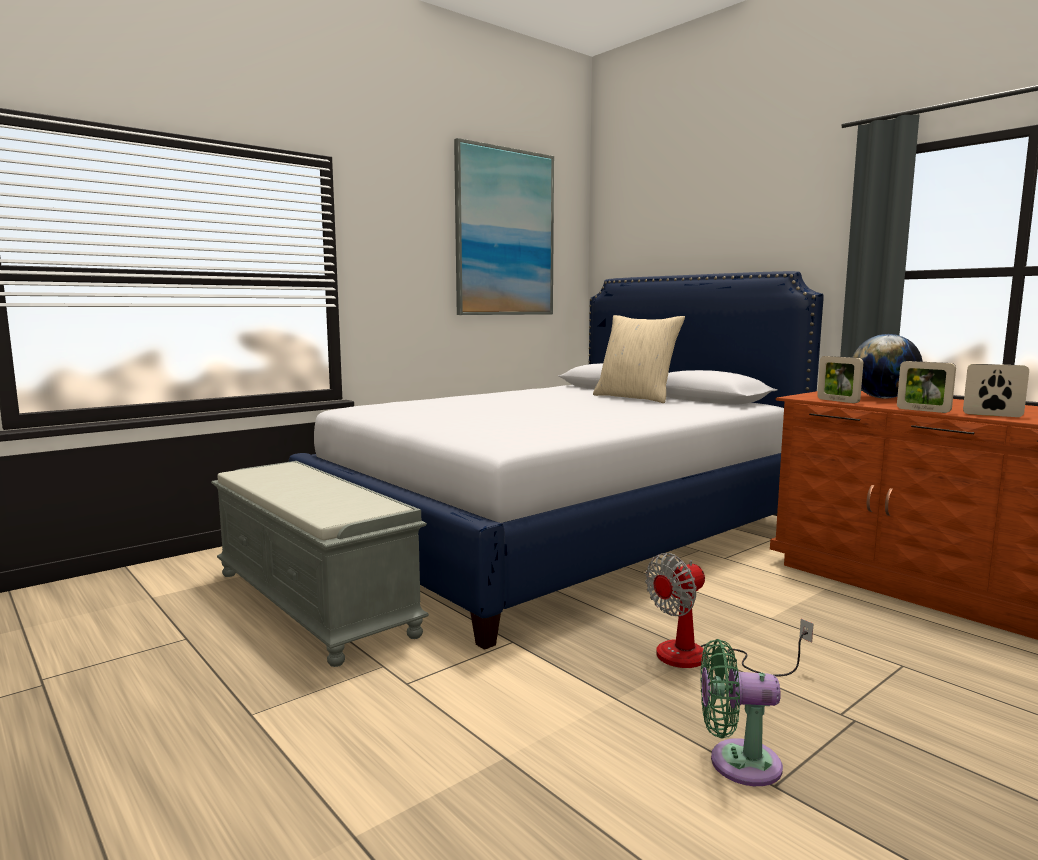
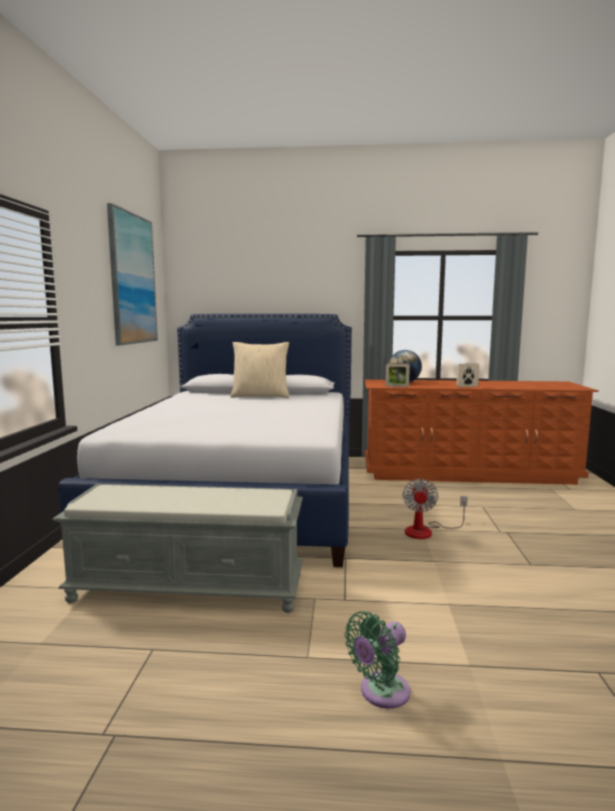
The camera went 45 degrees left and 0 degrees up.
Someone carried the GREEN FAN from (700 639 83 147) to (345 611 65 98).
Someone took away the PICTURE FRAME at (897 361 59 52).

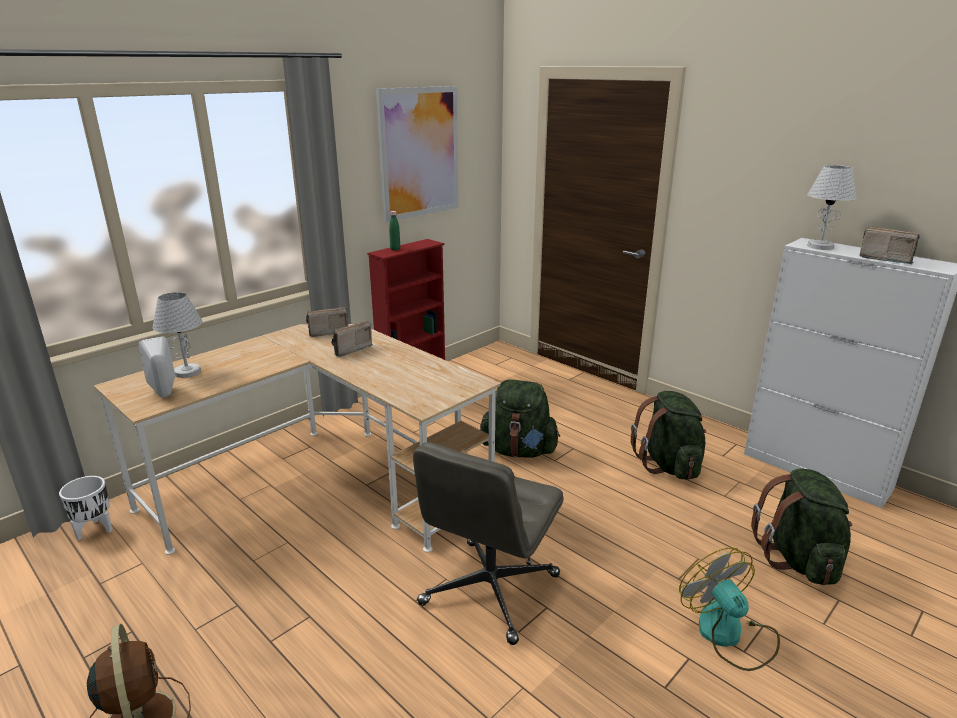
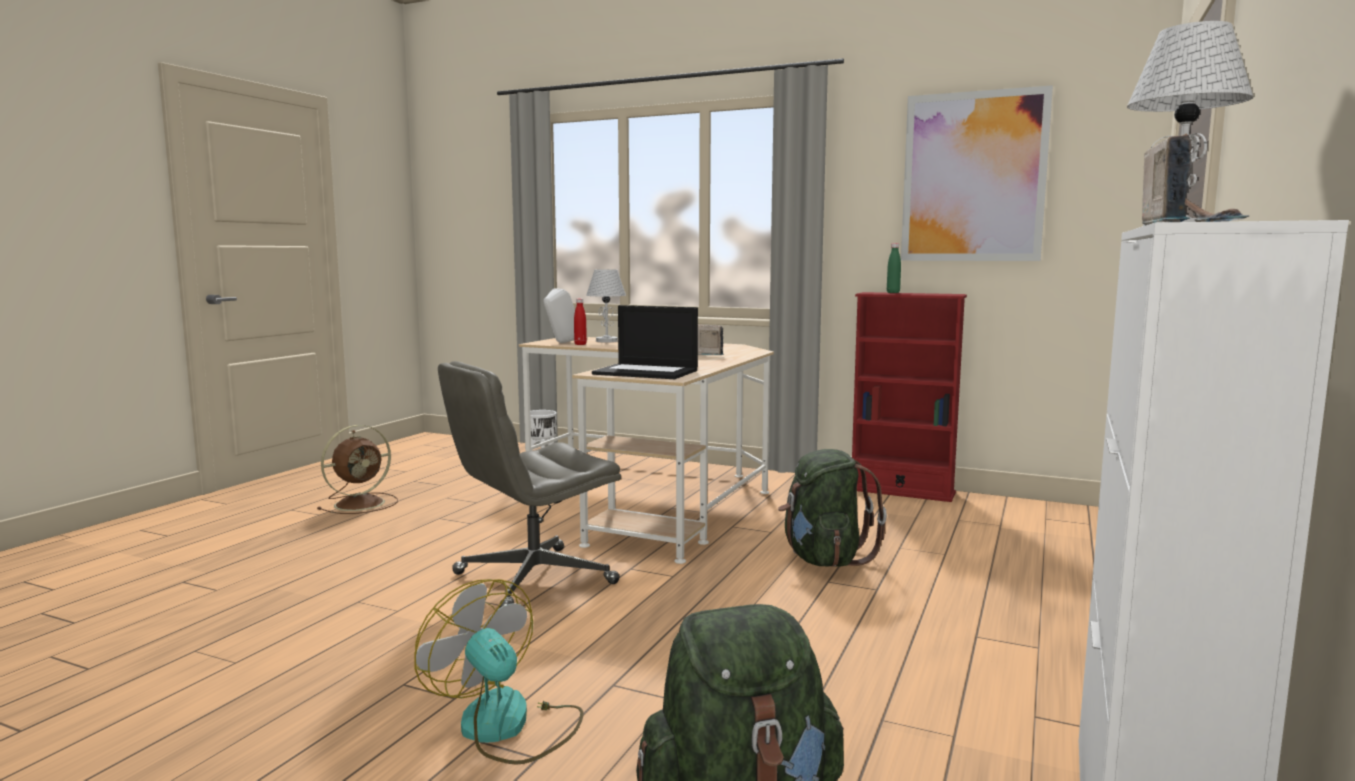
The camera went 70 degrees right and 15 degrees down.
Someone rotated the FAN at (679 547 101 124) by 90 degrees counterclockwise.
Someone rotated the GREY OFFICE CHAIR at (413 442 151 203) by 45 degrees counterclockwise.
Someone put down the RED BOTTLE at (574 298 13 47).
Someone put down the LAPTOP at (592 305 106 74).
Someone took away the RADIO at (306 308 42 29).
Someone took away the GREEN BACKPACK at (631 391 75 89).

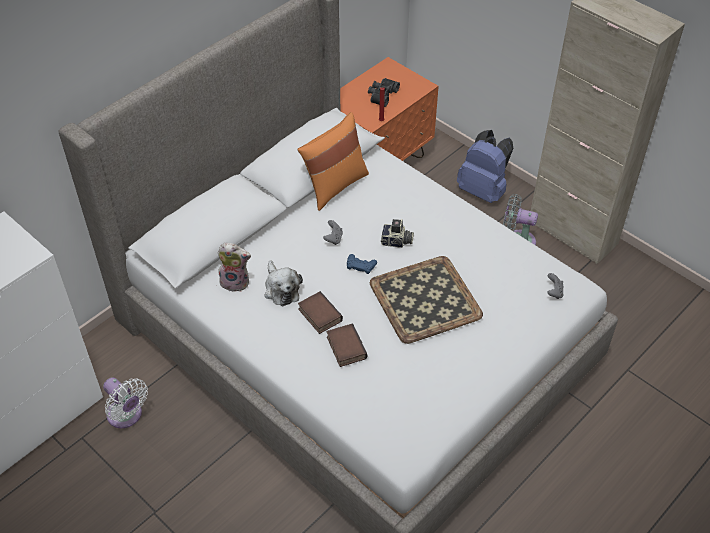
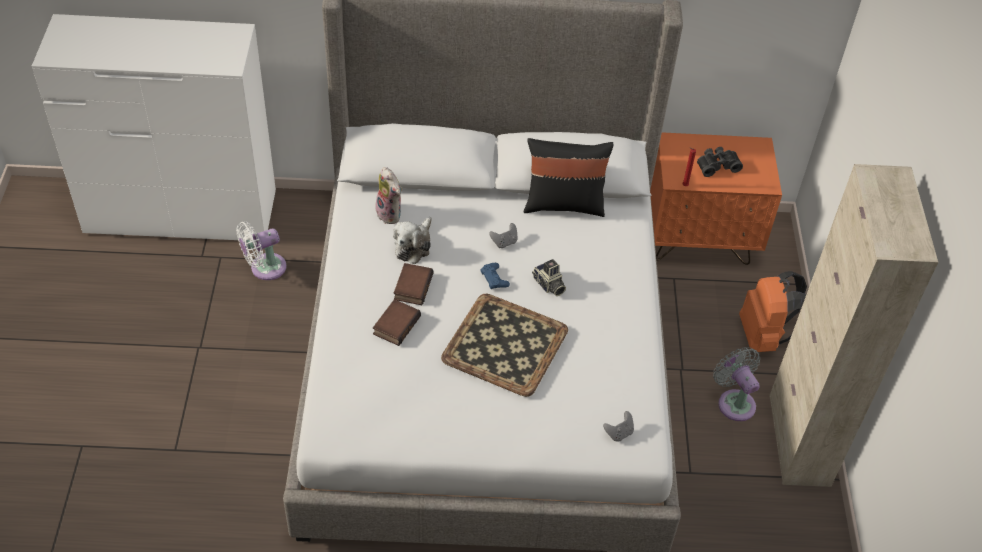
The camera went 45 degrees right and 0 degrees up.
Someone rotated the WHITE FAN at (103 378 45 50) by 60 degrees clockwise.
Someone repainted the ORANGE PILLOW at (297 112 72 99), which became the BLACK PILLOW at (524 138 89 79).
Someone repainted the BLUE BACKPACK at (457 130 57 73), which became the ORANGE BACKPACK at (739 271 68 81).

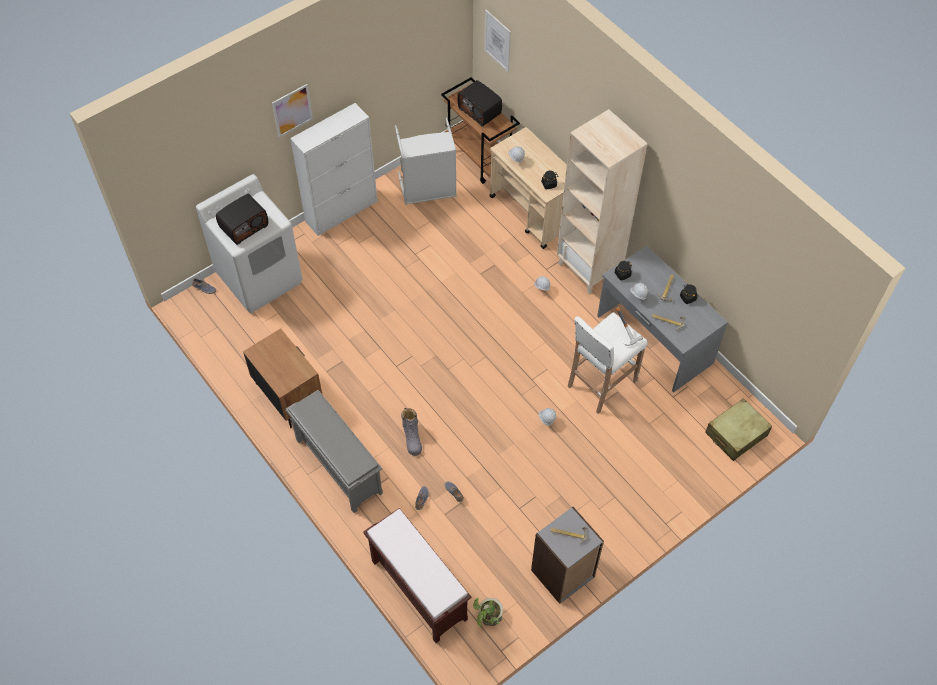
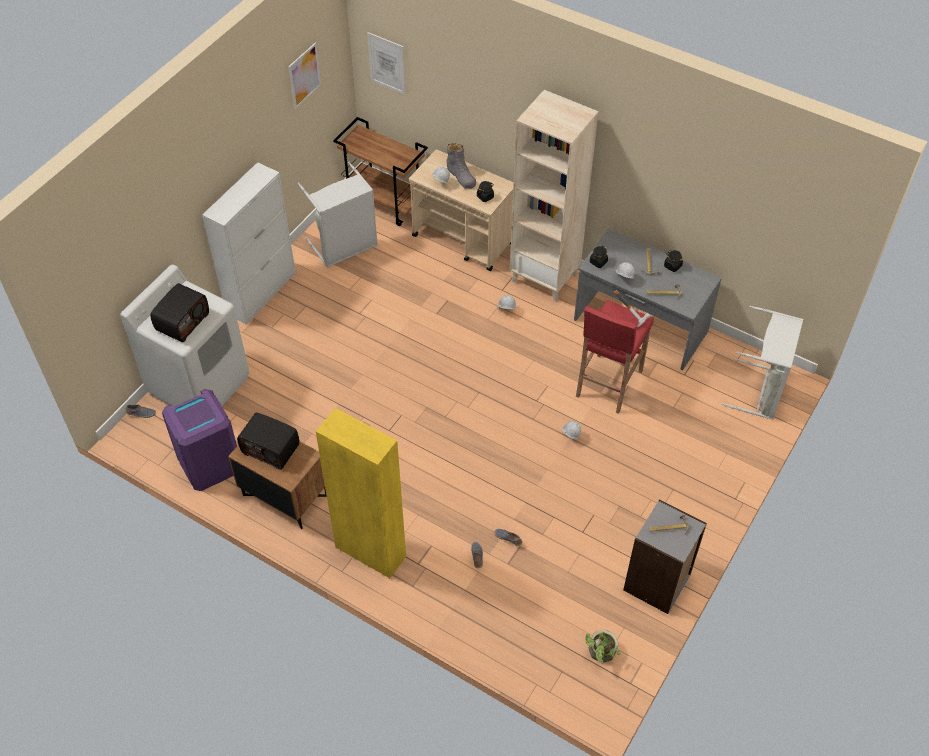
The camera went 20 degrees left and 5 degrees down.
Someone put down the PURPLE TRASH CAN at (162 389 75 102).
Someone carried the RADIO from (458 80 44 47) to (237 412 62 58).
Someone carried the PICTURE from (272 84 41 53) to (288 43 33 66).
Someone swapped the GREY SHOE RACK at (286 390 97 123) for the YELLOW CABINET at (316 408 90 171).
Someone carried the GREY BOOT from (401 408 21 48) to (446 143 30 46).
Someone repainted the WHITE STOOL at (567 312 81 102), which became the RED STOOL at (576 300 78 114).
Someone swapped the BEIGE SUITCASE at (705 398 67 63) for the GREY LAUNDRY BASKET at (721 306 82 114).
Someone took away the BROWN BENCH at (364 508 108 135).

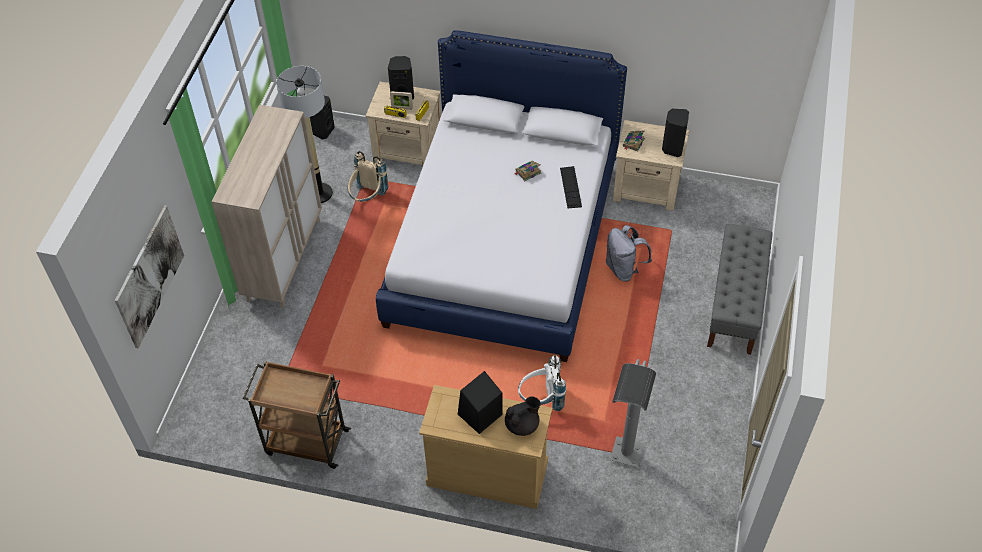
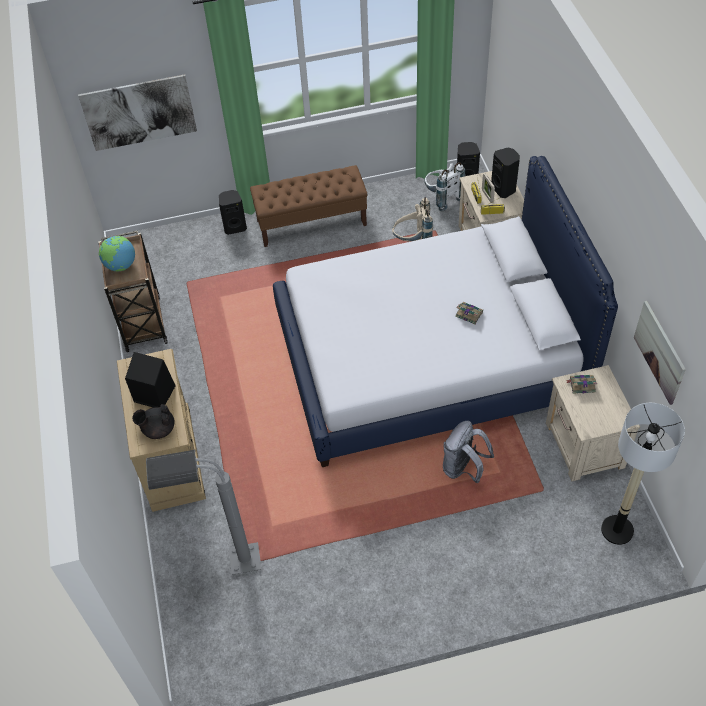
The camera went 65 degrees right and 0 degrees up.
Someone put down the GLOBE at (99 236 36 35).
Someone rotated the BLACK TEAPOT at (505 396 36 40) by 135 degrees clockwise.
Someone carried the BLACK SPEAKER from (662 109 27 48) to (219 190 28 45).
Someone swapped the BEIGE CABINET at (211 105 111 203) for the BROWN BENCH at (250 165 118 82).
Someone carried the WHITE BACKPACK from (518 355 48 56) to (424 162 41 49).
Someone carried the FLOOR LAMP from (276 66 57 137) to (601 403 84 142).
Someone put up the PICTURE at (634 301 52 104).
Someone took away the KEYBOARD at (560 166 22 42).
Someone took away the GREY BENCH at (707 224 65 131).

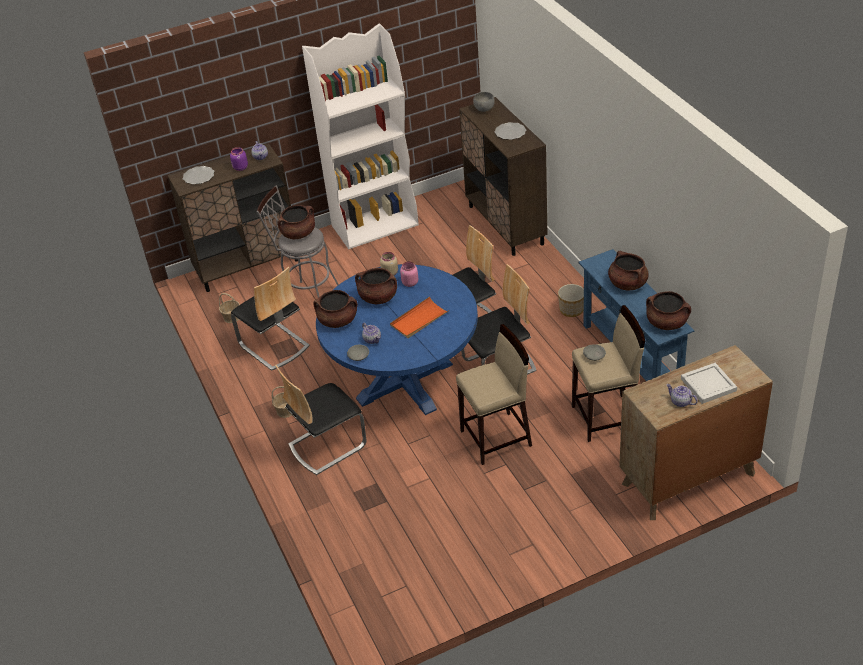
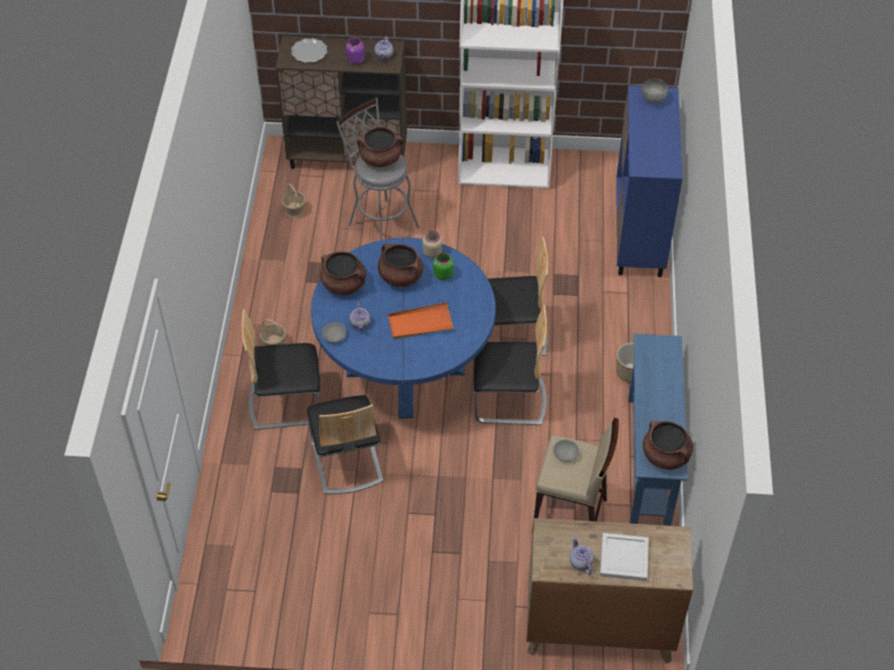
The camera went 25 degrees right and 10 degrees up.
Someone carried the CHAIR from (231 267 79 104) to (307 395 76 99).
Someone repainted the PINK JAR at (400 262 18 25), which became the GREEN JAR at (433 252 20 28).
Someone repainted the BROWN CABINET at (459 97 88 159), which became the BLUE CABINET at (616 86 67 191).
Someone took away the BEIGE STOOL at (456 324 76 141).
Someone took away the PLATE at (495 122 31 18).
Someone took away the BROWN COOKING POT at (608 251 41 39).

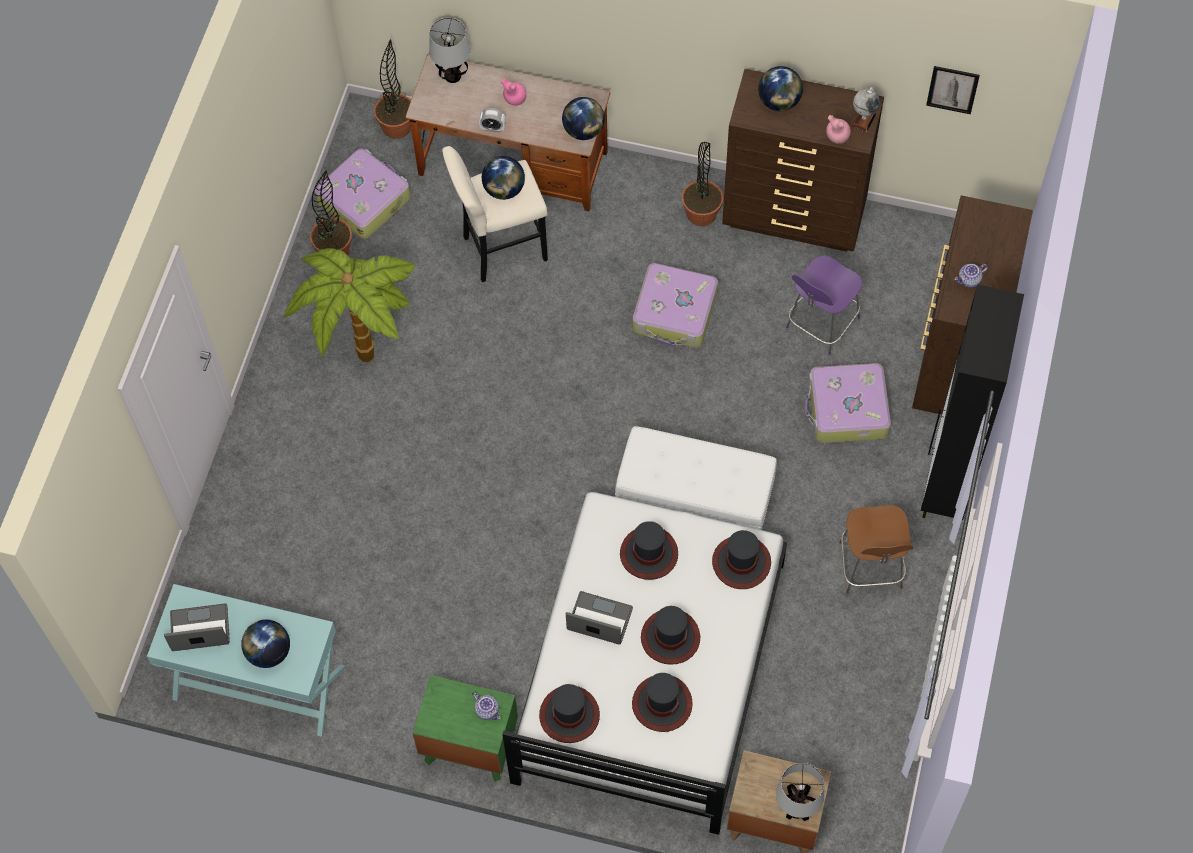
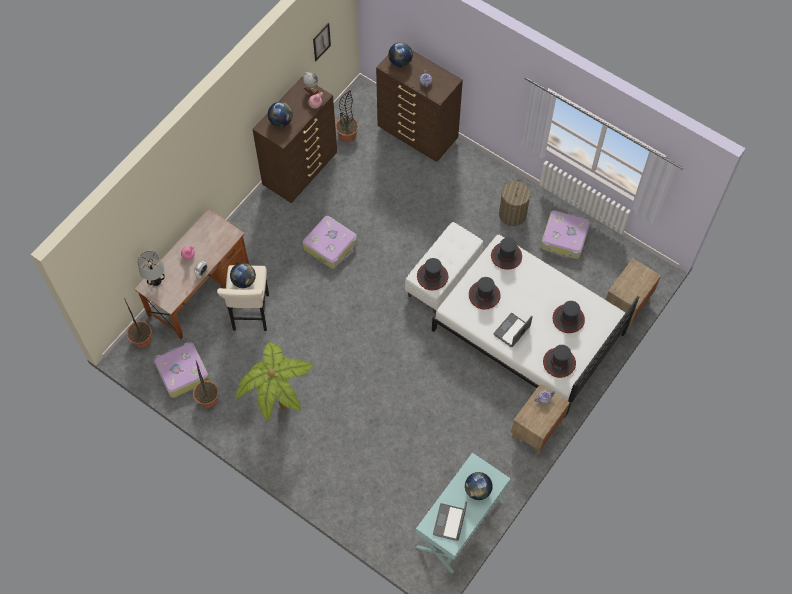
The camera went 70 degrees left and 0 degrees up.
Someone carried the POTTED PLANT from (682 142 41 84) to (336 90 23 52).
Someone carried the GLOBE from (562 97 43 43) to (388 42 25 25).
Someone carried the HAT from (641 606 59 59) to (417 258 31 32).
Someone swapped the BROWN CHAIR at (839 505 74 88) for the LAUNDRY BASKET at (499 180 32 46).
Someone repainted the GREEN NIGHTSTAND at (412 675 106 107), which became the BROWN NIGHTSTAND at (511 383 59 72).
Someone carried the SUITCASE from (805 363 86 80) to (541 210 49 49).
Someone took away the TABLE LAMP at (776 763 48 58).
Someone took away the PURPLE CHAIR at (786 256 76 99).
Someone took away the BLACK CABINET at (921 284 103 236).

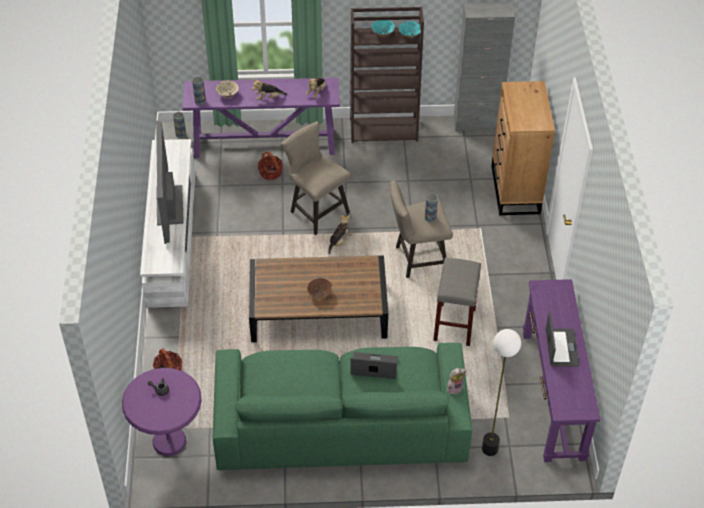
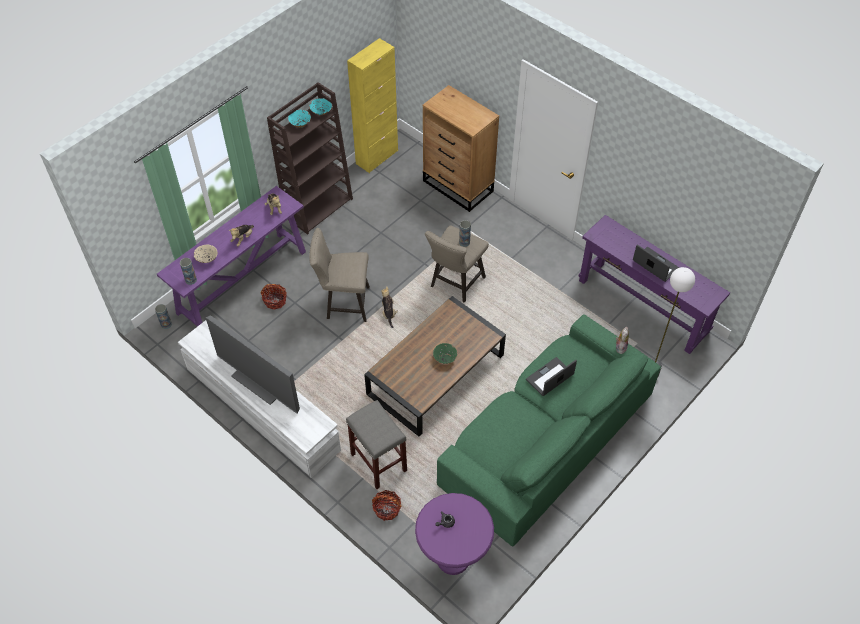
The camera went 45 degrees left and 5 degrees up.
Someone carried the GREY STOOL from (433 258 48 88) to (346 400 61 89).
Someone repainted the GREY CABINET at (454 3 61 128), which became the YELLOW CABINET at (347 38 51 135).
Someone repainted the BROWN BOWL at (307 278 26 21), which became the GREEN BOWL at (433 343 24 21).

